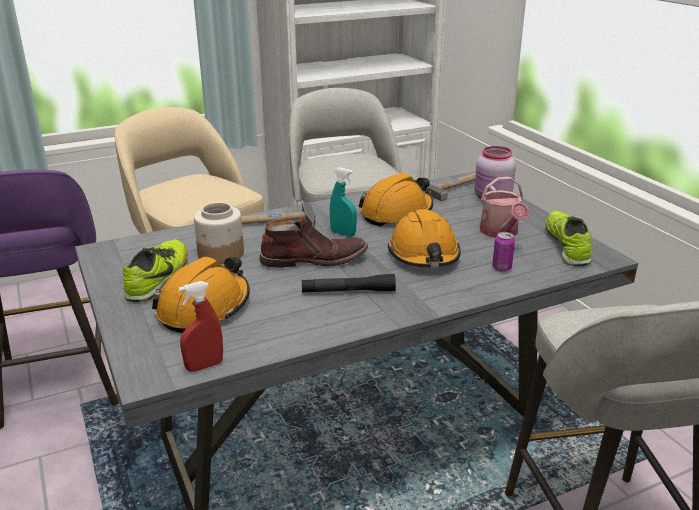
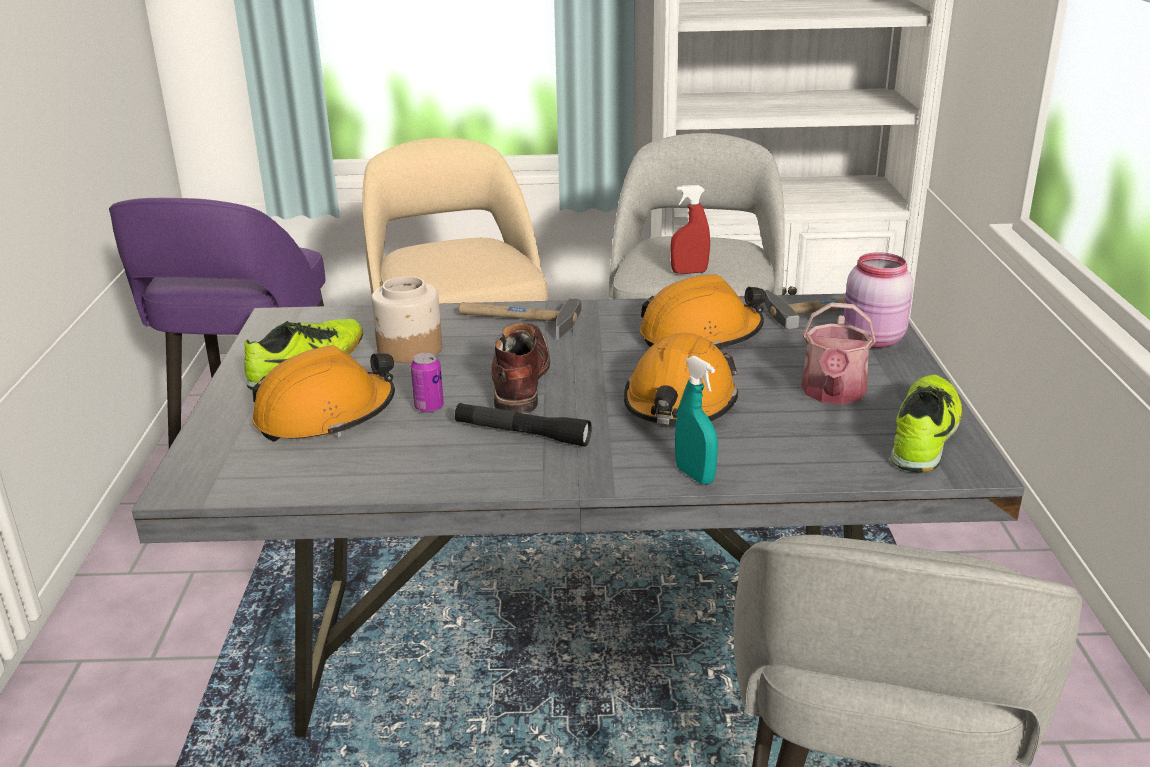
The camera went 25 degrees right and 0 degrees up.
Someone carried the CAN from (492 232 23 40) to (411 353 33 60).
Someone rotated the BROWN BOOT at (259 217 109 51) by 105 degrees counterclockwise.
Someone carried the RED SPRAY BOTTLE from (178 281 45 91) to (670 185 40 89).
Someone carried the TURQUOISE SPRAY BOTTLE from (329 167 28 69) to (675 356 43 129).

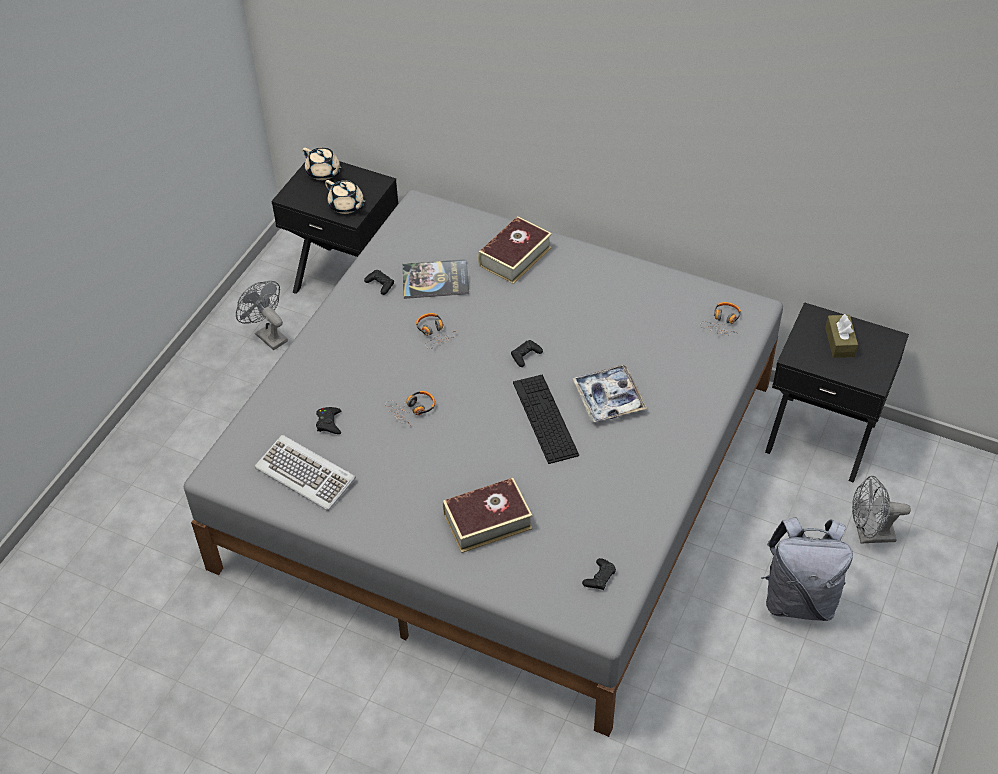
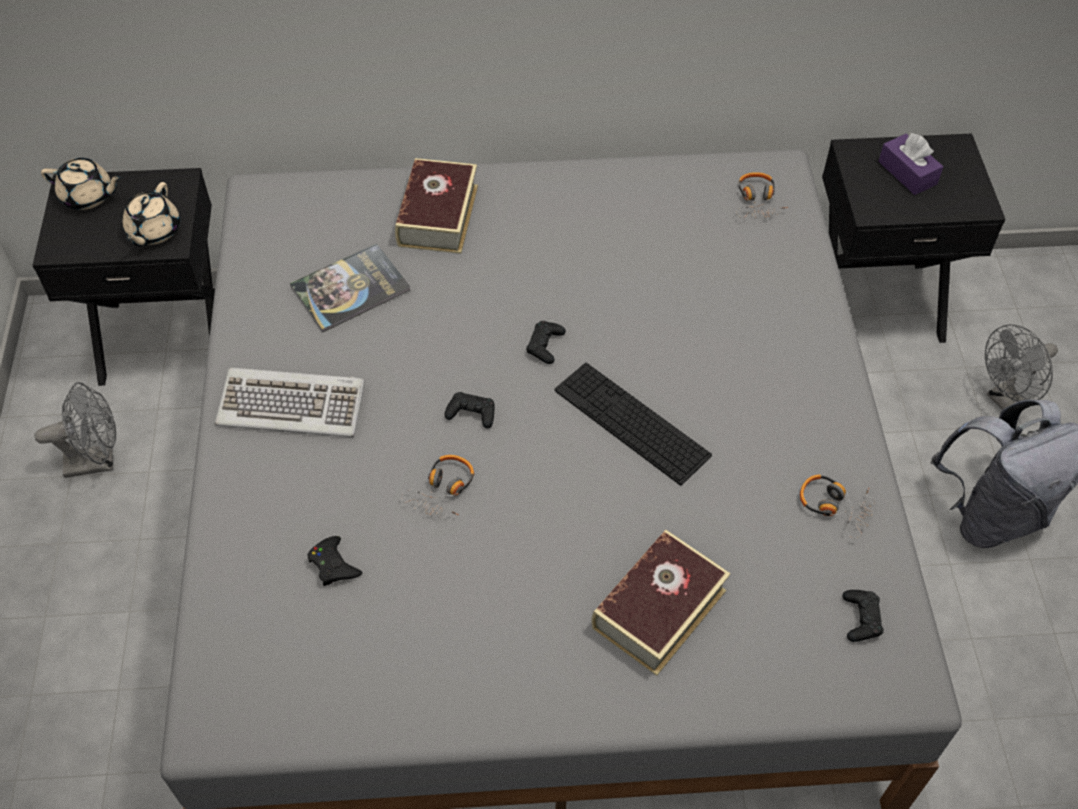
The camera went 30 degrees left and 5 degrees up.
Someone rotated the GREY FAN at (236 281 52 69) by 150 degrees clockwise.
Someone rotated the BEIGE TEAPOT at (325 180 41 34) by 90 degrees clockwise.
Someone carried the KEYBOARD from (254 435 102 76) to (215 367 150 70).
Someone carried the BLACK GAME CONTROLLER from (364 270 30 25) to (445 392 50 36).
Someone carried the HEADPHONES from (416 313 41 36) to (800 474 75 64).
Someone repainted the BROWN TISSUE BOX at (825 313 33 45), which became the PURPLE TISSUE BOX at (878 133 66 62).
Someone took away the TRAY at (572 365 75 57).

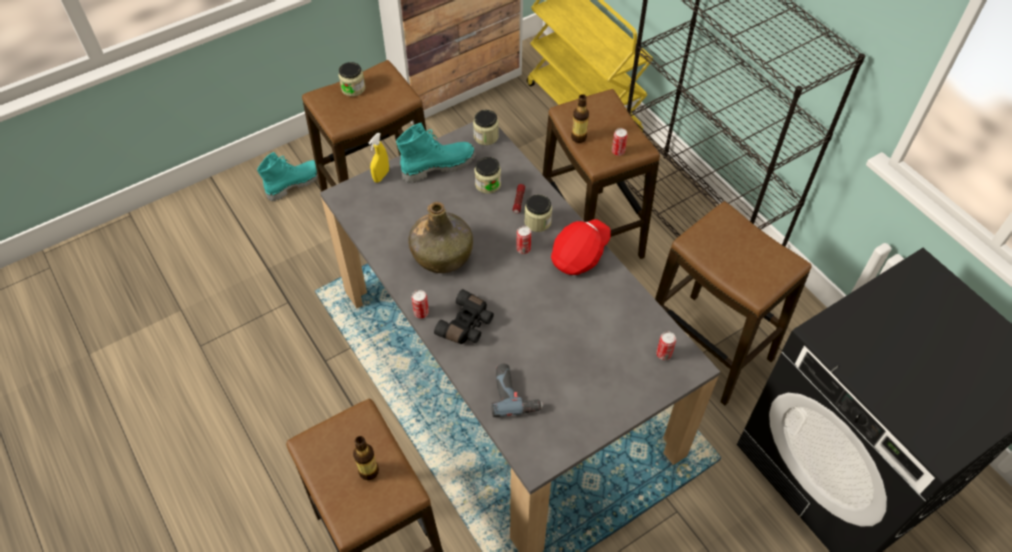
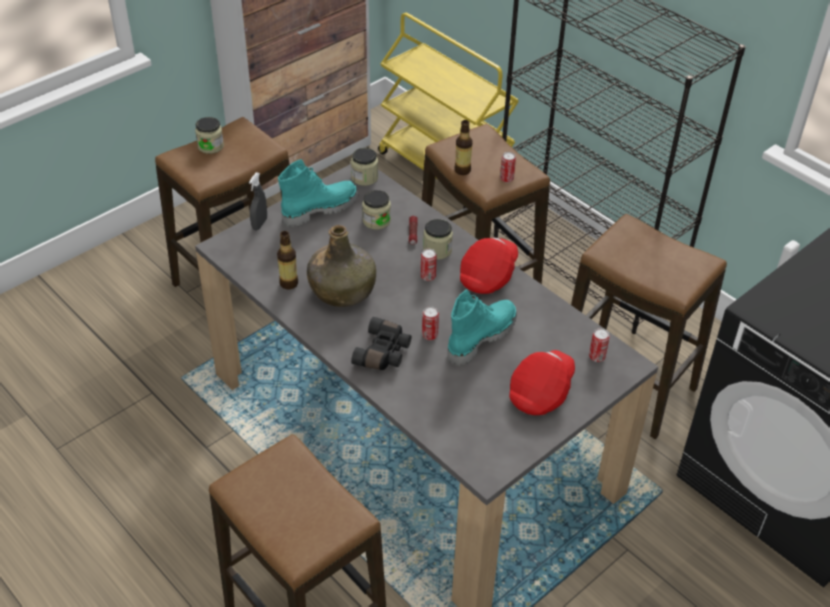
The camera went 10 degrees left and 10 degrees down.
Someone repainted the YELLOW SPRAY BOTTLE at (369 133 20 50), which became the GREY SPRAY BOTTLE at (249 173 18 57).
Someone carried the BOTTLE from (353 436 26 44) to (277 231 21 58).
Someone carried the CAN from (412 290 17 28) to (422 307 17 33).
Someone carried the TURQUOISE BOOT from (257 152 61 49) to (447 289 70 77).
Someone put down the RED CAP at (509 350 66 65).
Someone took away the POWER DRILL at (491 364 53 53).

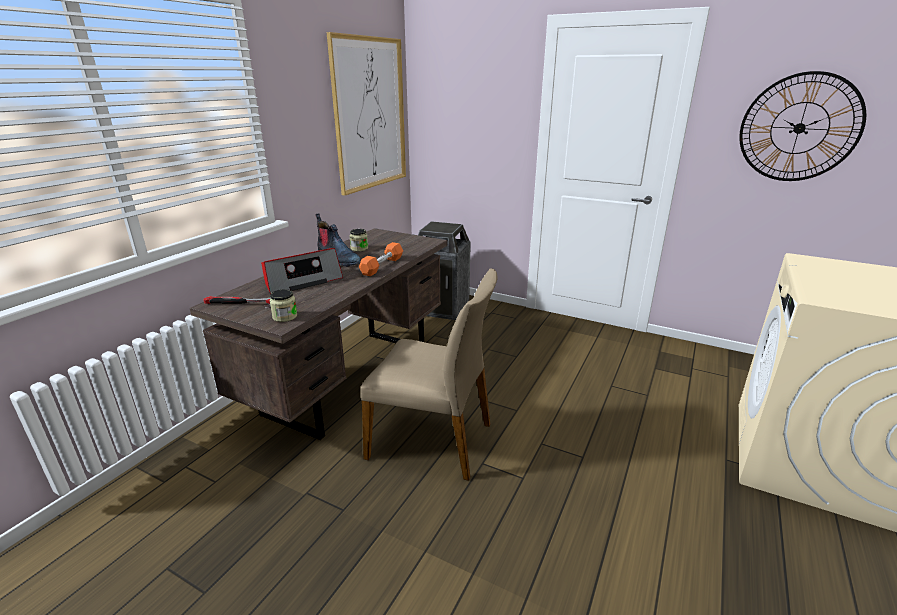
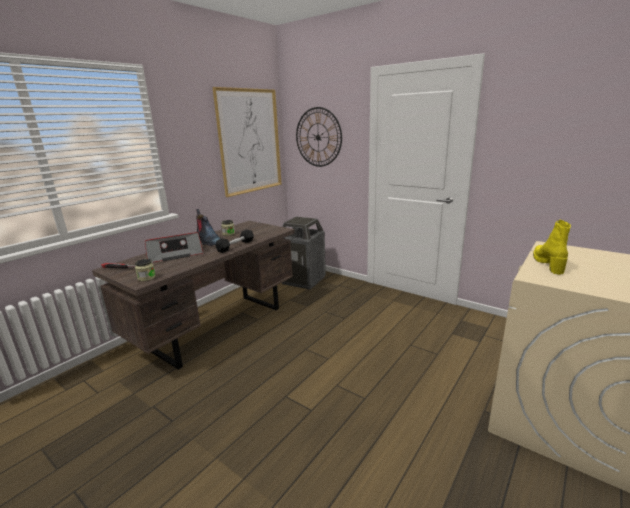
The camera went 10 degrees right and 5 degrees down.
Someone repainted the ORANGE DUMBBELL at (359 242 44 34), which became the BLACK DUMBBELL at (215 230 39 23).
Someone carried the WALL CLOCK from (739 71 127 110) to (296 107 46 60).
Someone put down the YELLOW BOOT at (533 220 38 55).
Someone took away the BEIGE CHAIR at (361 268 137 213).

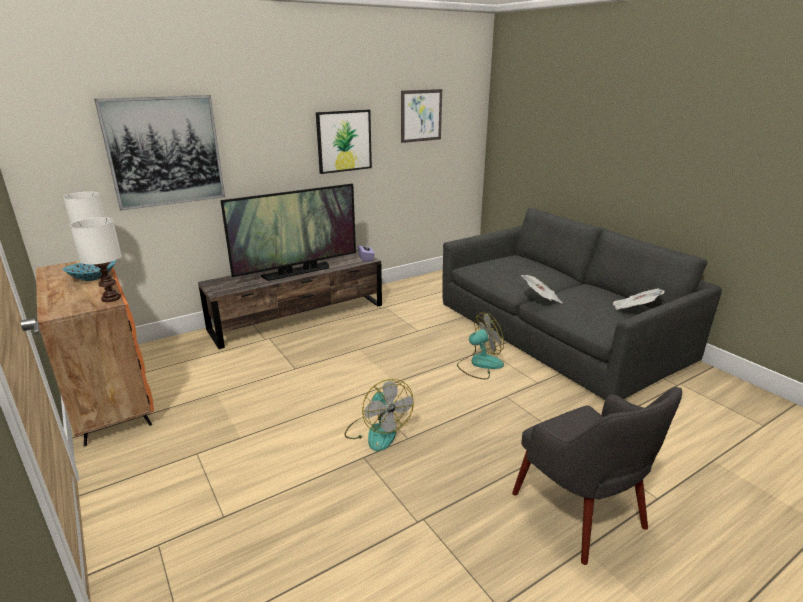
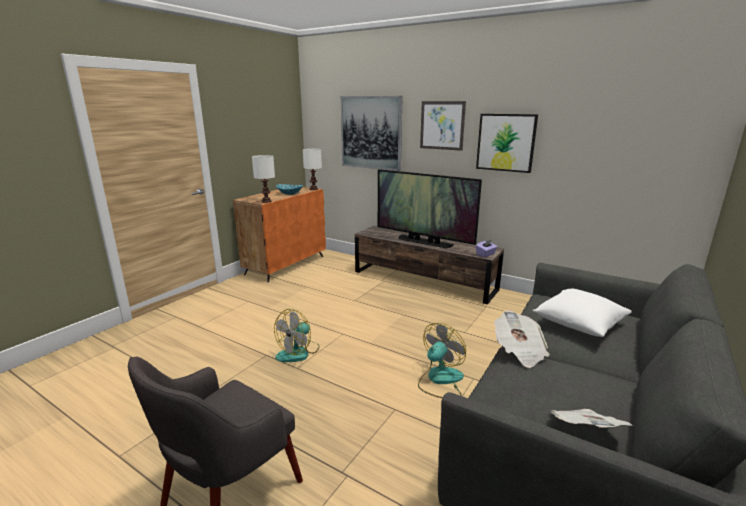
The camera went 65 degrees right and 5 degrees down.
Someone rotated the FAN at (457 312 47 67) by 90 degrees counterclockwise.
Someone carried the PICTURE from (401 89 41 54) to (420 101 46 50).
Someone put down the WHITE PILLOW at (532 289 100 48).

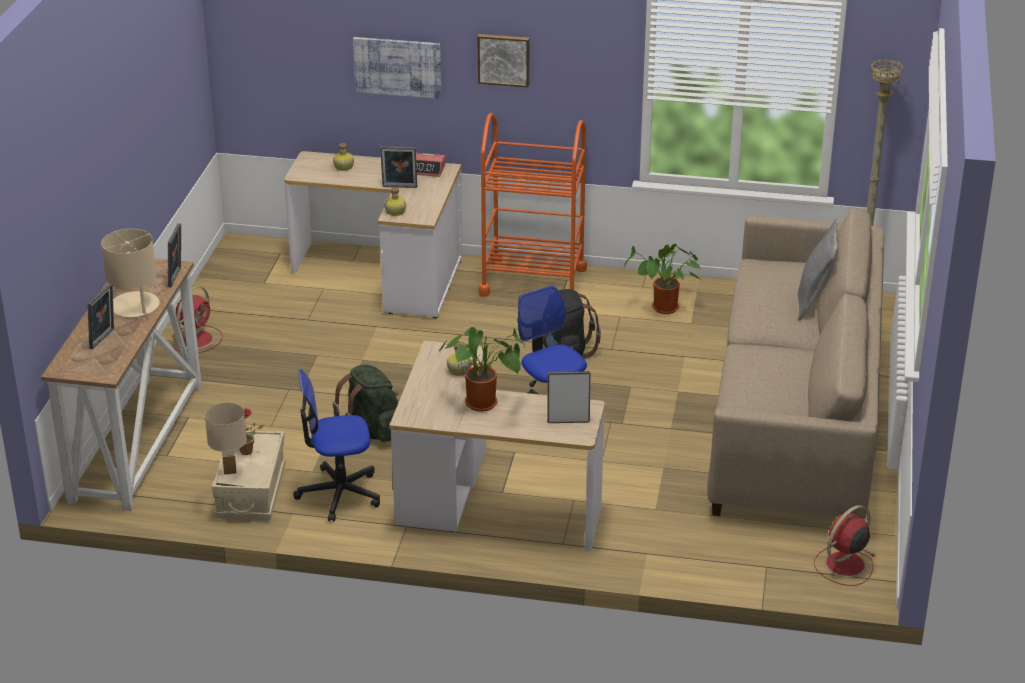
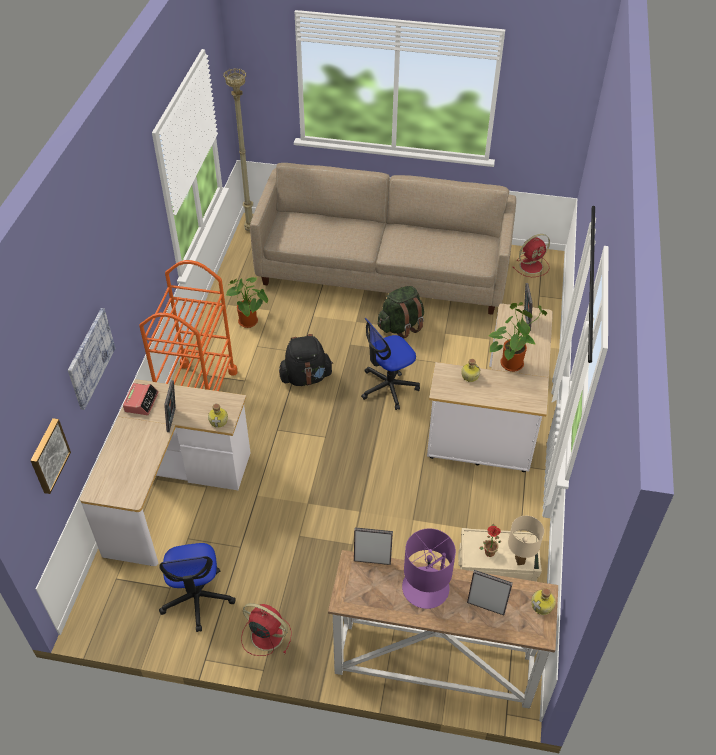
The camera went 90 degrees left and 15 degrees up.
Someone carried the PICTURE from (478 34 51 53) to (30 418 41 76).
Someone carried the OFFICE CHAIR from (293 369 87 153) to (159 543 77 89).
Someone carried the GREEN BACKPACK from (333 364 66 78) to (378 286 46 53).
Someone repainted the BEIGE TABLE LAMP at (101 229 59 88), which became the PURPLE TABLE LAMP at (402 528 54 81).
Someone rotated the RED FAN at (814 505 61 81) by 75 degrees counterclockwise.
Someone carried the BOTTLE from (333 143 21 28) to (531 588 25 27).
Someone took away the GREY PILLOW at (798 219 41 101).

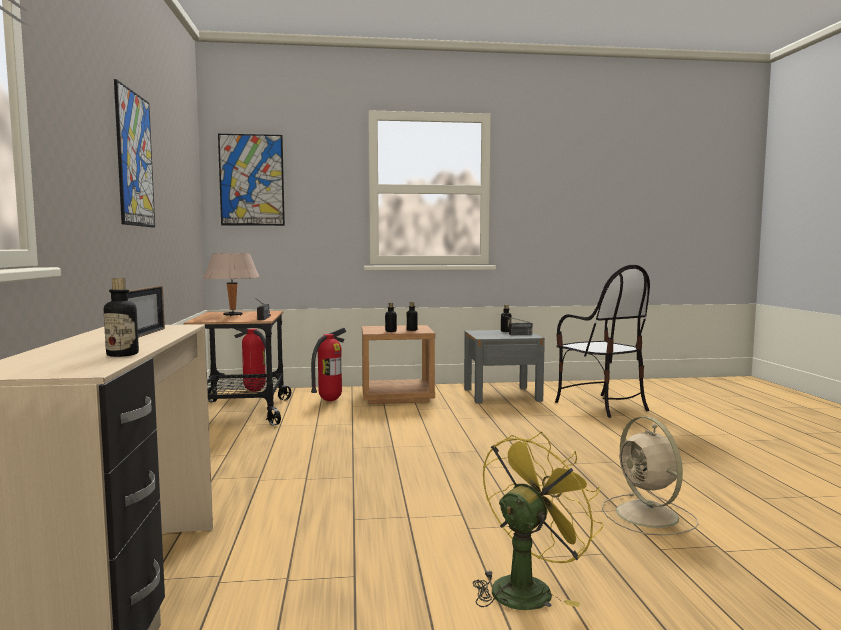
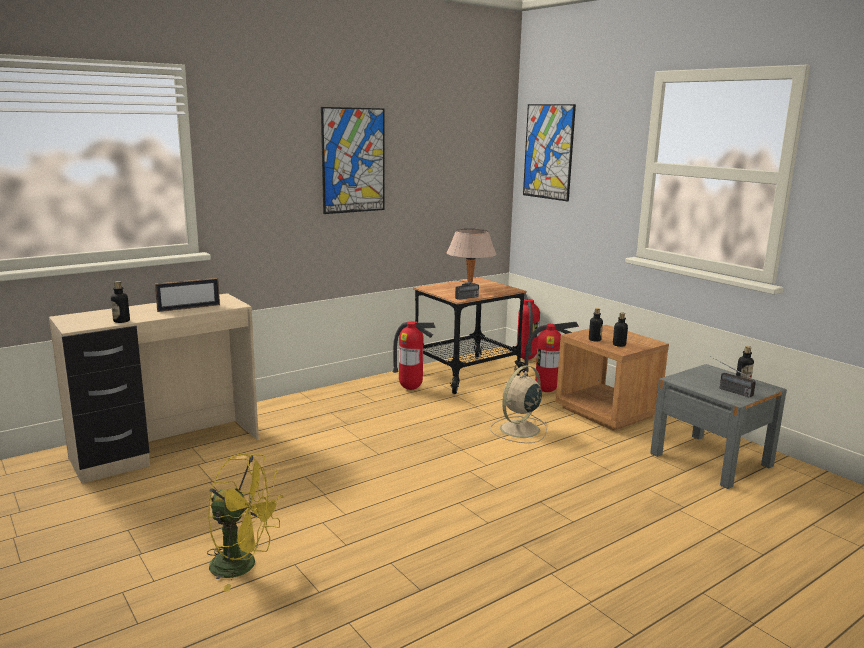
The camera went 60 degrees right and 10 degrees up.
Someone put down the FIRE EXTINGUISHER at (393 321 43 69).
Someone carried the BEIGE FAN from (602 416 97 120) to (490 365 57 78).
Someone took away the CHAIR at (555 265 95 153).

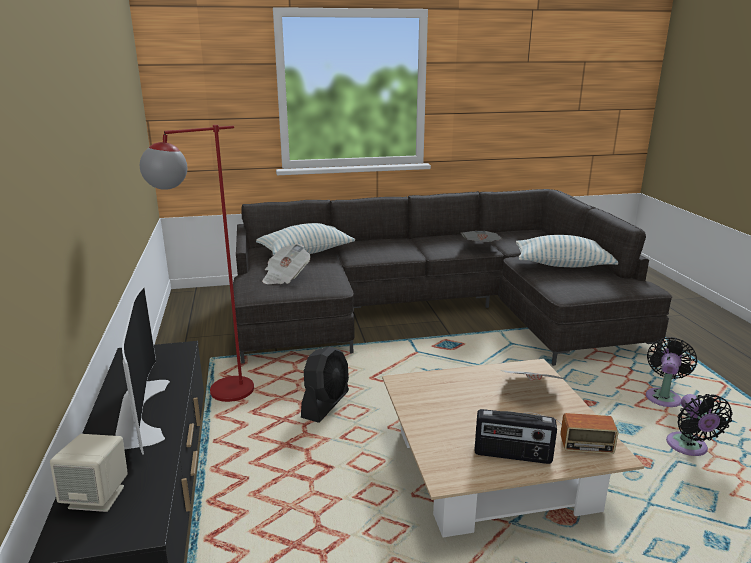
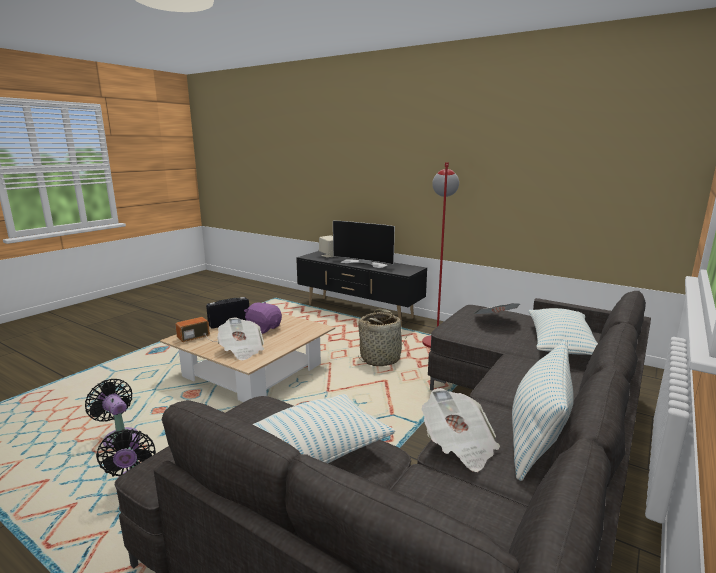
The camera went 135 degrees right and 5 degrees down.
Someone put down the PURPLE PLUSH TOY at (244 302 38 32).
Someone swapped the BLACK FAN at (301 346 48 77) for the BASKET at (358 309 48 57).
Someone put down the PILLOW at (512 339 62 142).

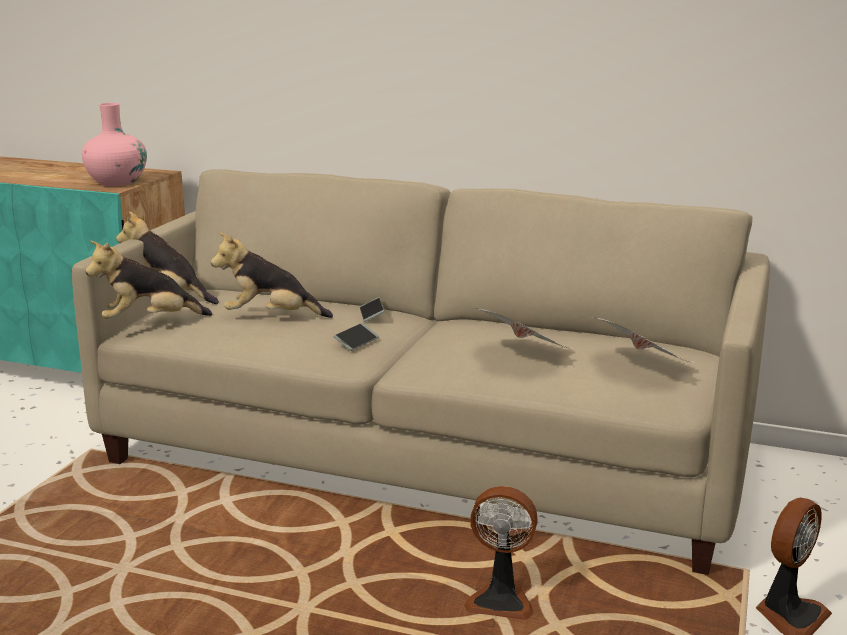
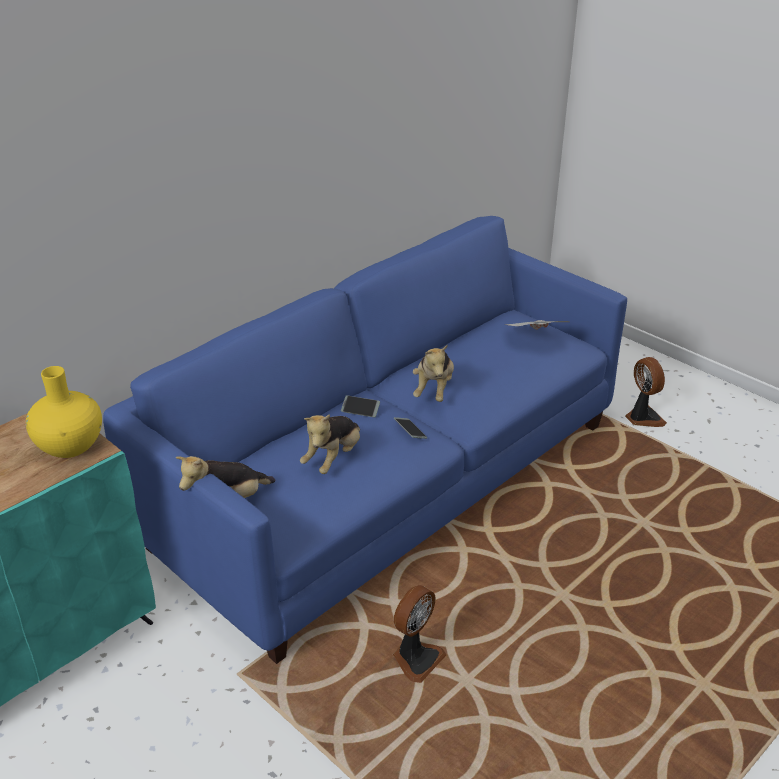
The camera went 65 degrees left and 15 degrees up.
Someone repainted the PINK VASE at (82 103 65 83), which became the YELLOW VASE at (26 366 76 92).
Someone repainted the BEIGE SOFA at (72 169 698 406), which became the BLUE SOFA at (103 216 524 448).
Someone carried the FAN from (464 486 74 134) to (393 585 53 98).
Someone carried the PLUSH TOY from (85 240 128 79) to (413 344 41 58).
Someone took away the NEWSPAPER at (473 308 99 40).

